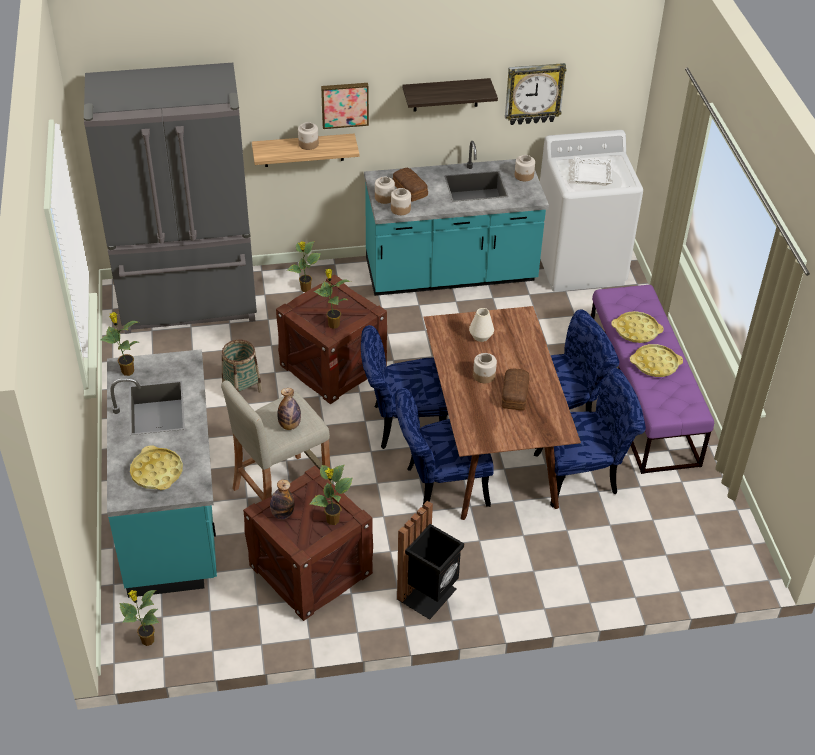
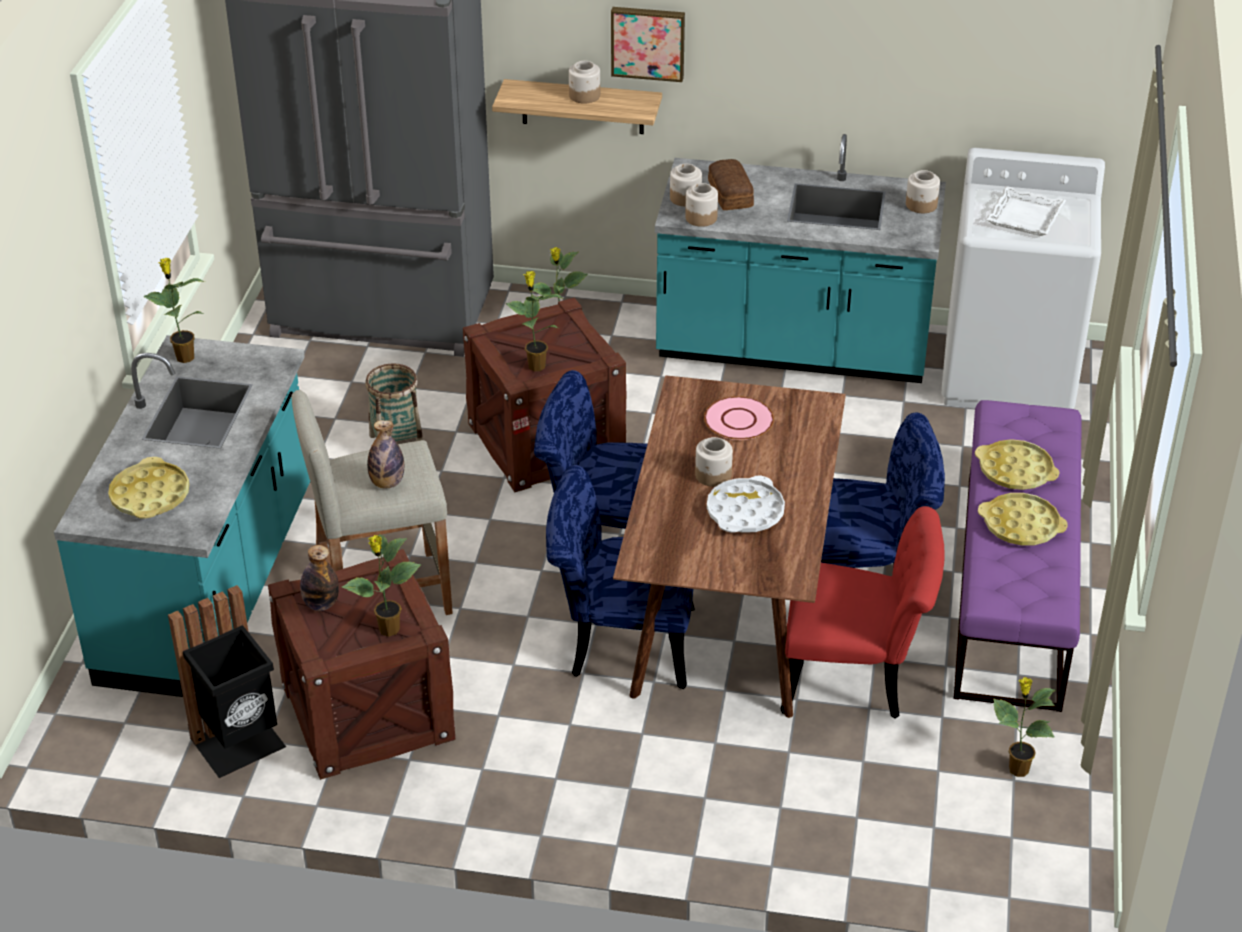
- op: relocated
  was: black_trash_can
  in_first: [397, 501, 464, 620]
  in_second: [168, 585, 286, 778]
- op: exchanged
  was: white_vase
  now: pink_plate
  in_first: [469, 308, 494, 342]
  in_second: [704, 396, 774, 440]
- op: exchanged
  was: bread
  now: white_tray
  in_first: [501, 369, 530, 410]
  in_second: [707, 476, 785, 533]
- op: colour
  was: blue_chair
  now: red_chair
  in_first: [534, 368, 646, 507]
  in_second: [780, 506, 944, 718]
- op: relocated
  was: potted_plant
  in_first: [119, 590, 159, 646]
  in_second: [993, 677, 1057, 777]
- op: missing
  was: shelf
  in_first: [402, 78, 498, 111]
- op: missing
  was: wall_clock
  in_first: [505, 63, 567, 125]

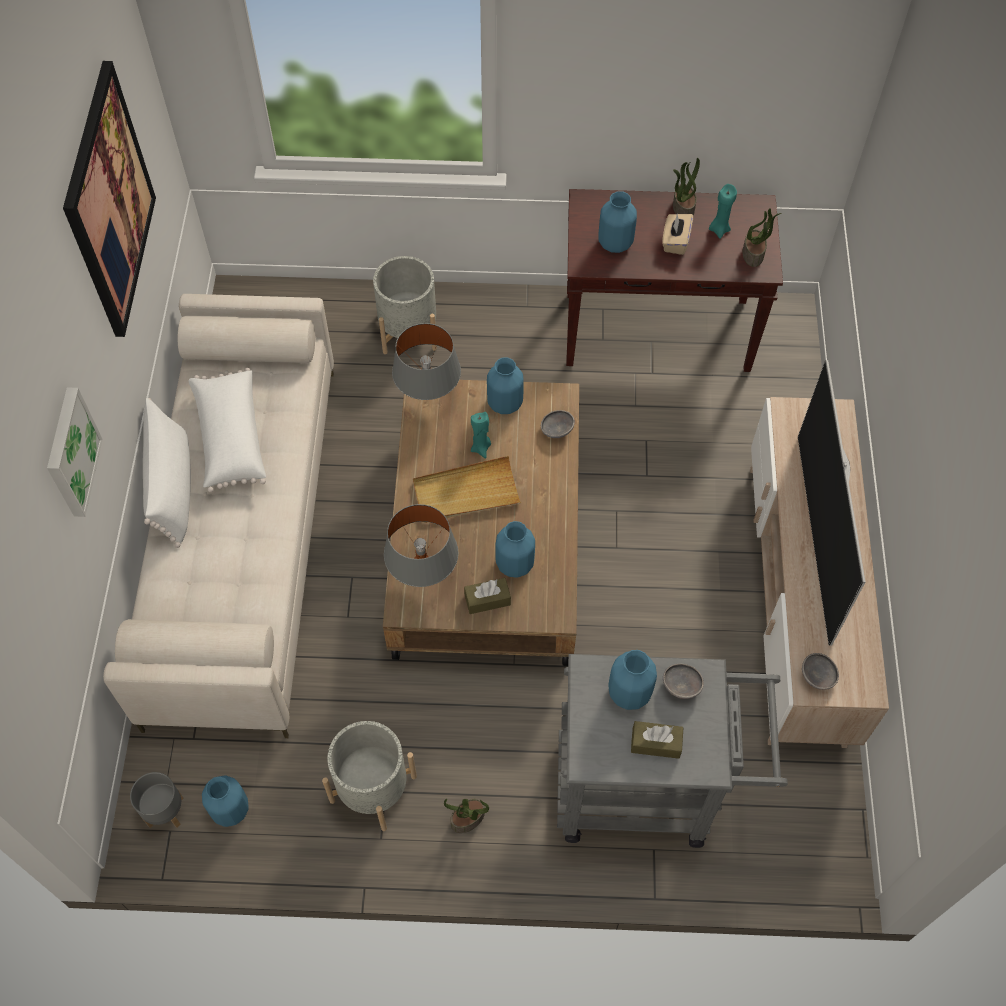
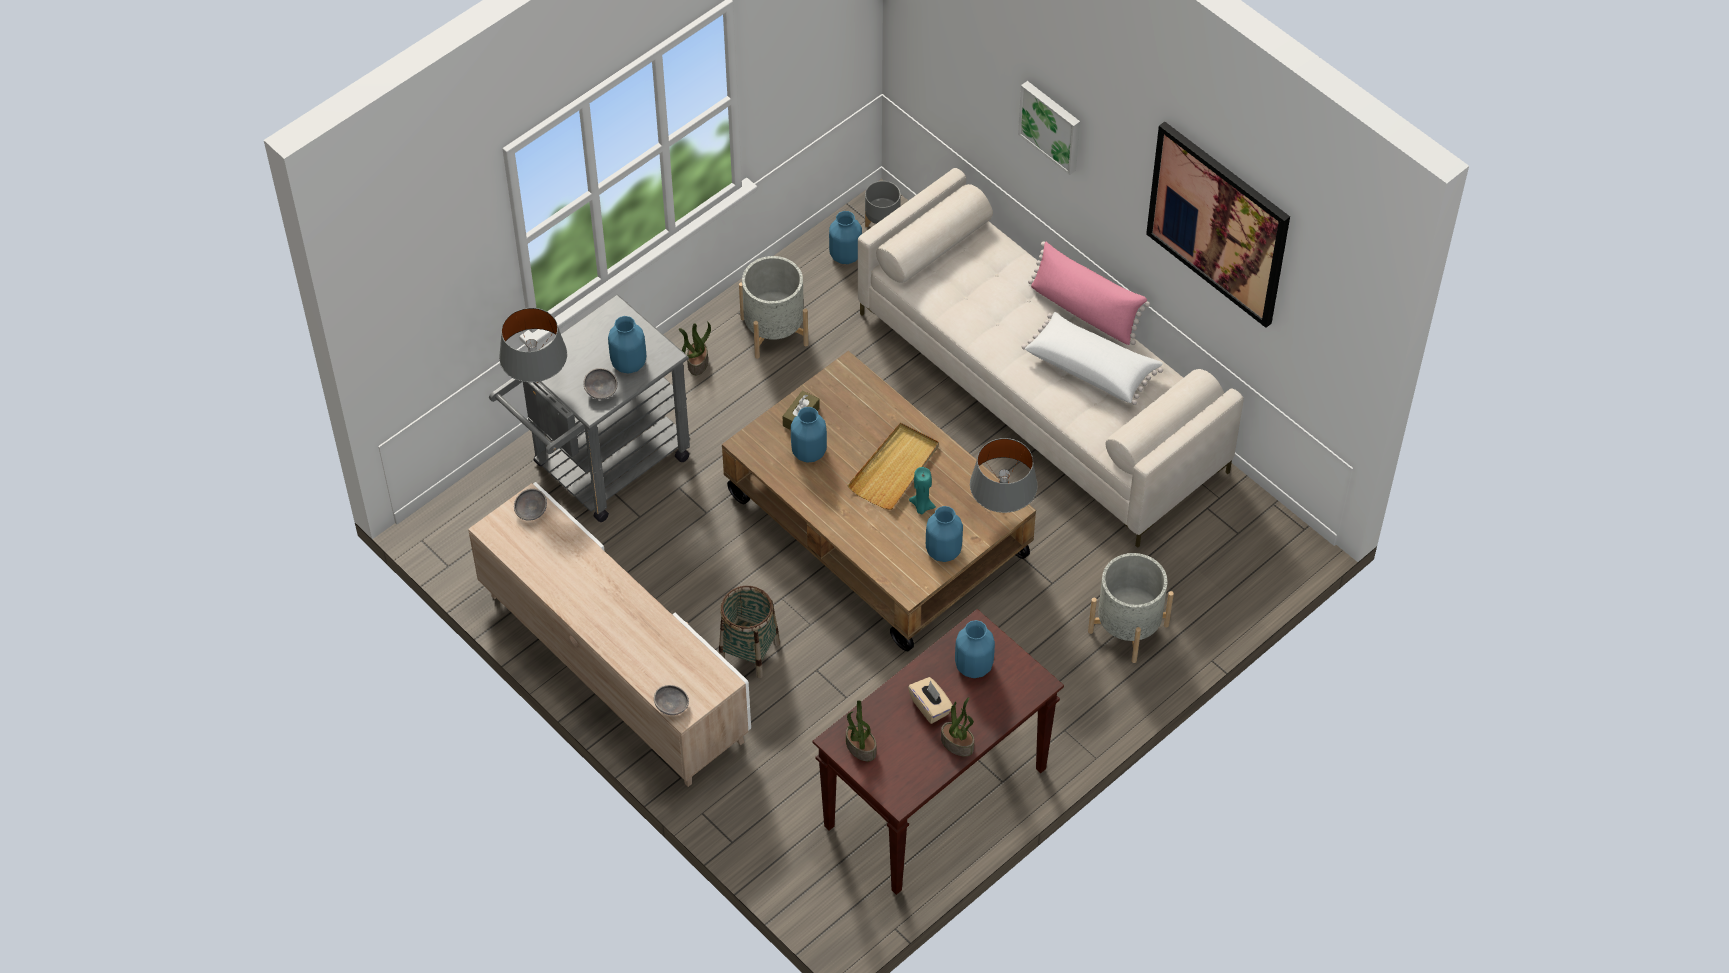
- op: relocated
  was: grey_table_lamp
  in_first: [384, 504, 459, 587]
  in_second: [499, 308, 567, 383]
- op: relocated
  was: grey_bowl
  in_first: [541, 410, 575, 438]
  in_second: [654, 685, 689, 715]
- op: appeared
  now: basket
  in_second: [719, 586, 780, 678]
- op: colour
  was: white_pillow
  now: pink_pillow
  in_first: [143, 398, 191, 548]
  in_second: [1028, 242, 1150, 345]
- op: missing
  was: brown_tissue_box
  in_first: [631, 721, 684, 759]
- op: missing
  was: turquoise_candle
  in_first: [709, 184, 737, 239]
- op: missing
  was: television
  in_first: [798, 360, 865, 646]

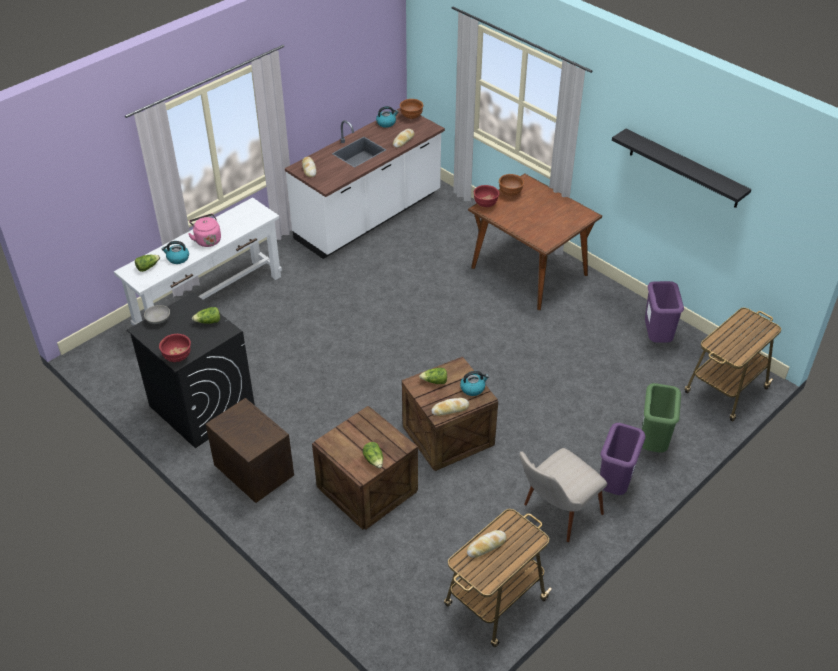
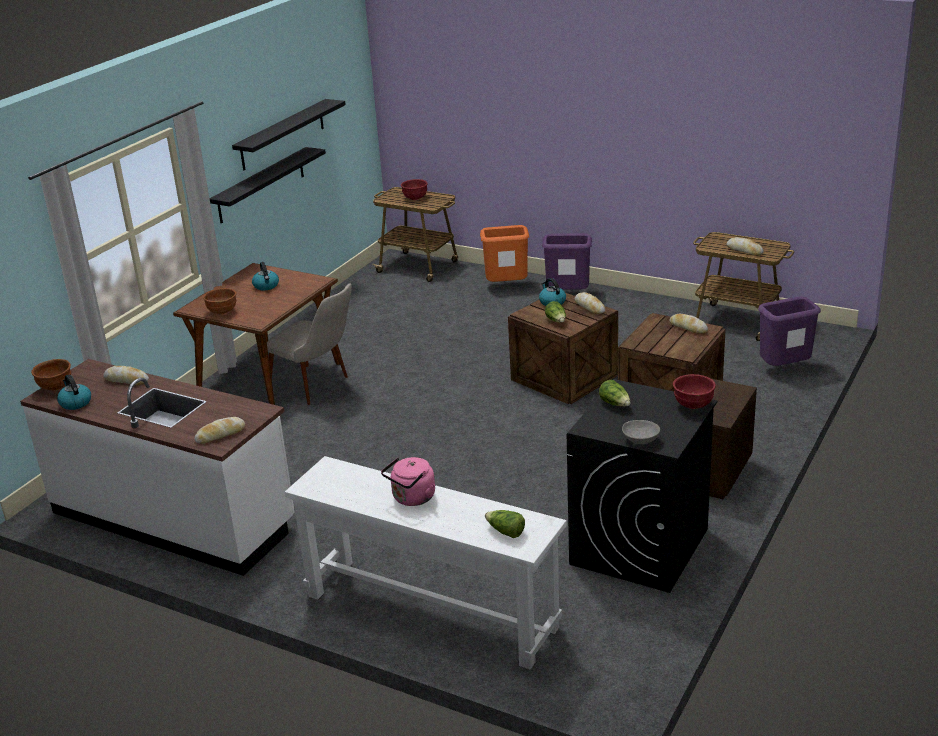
- op: appeared
  now: black_shelf
  in_second: [209, 147, 326, 224]
- op: relocated
  was: kettle
  in_first: [161, 241, 189, 264]
  in_second: [252, 262, 279, 290]
- op: relocated
  was: beige_chair
  in_first: [519, 448, 607, 542]
  in_second: [267, 283, 352, 405]
- op: relocated
  was: red_bowl
  in_first: [474, 185, 499, 207]
  in_second: [401, 179, 428, 200]
- op: colour
  was: green_trash_can
  now: orange_trash_can
  in_first: [642, 383, 681, 453]
  in_second: [480, 225, 530, 282]
- op: exchanged
  was: lettuce
  now: bread
  in_first: [363, 442, 383, 468]
  in_second: [670, 314, 708, 334]
- op: relocated
  was: purple_trash_can
  in_first: [645, 281, 684, 343]
  in_second: [758, 296, 821, 366]

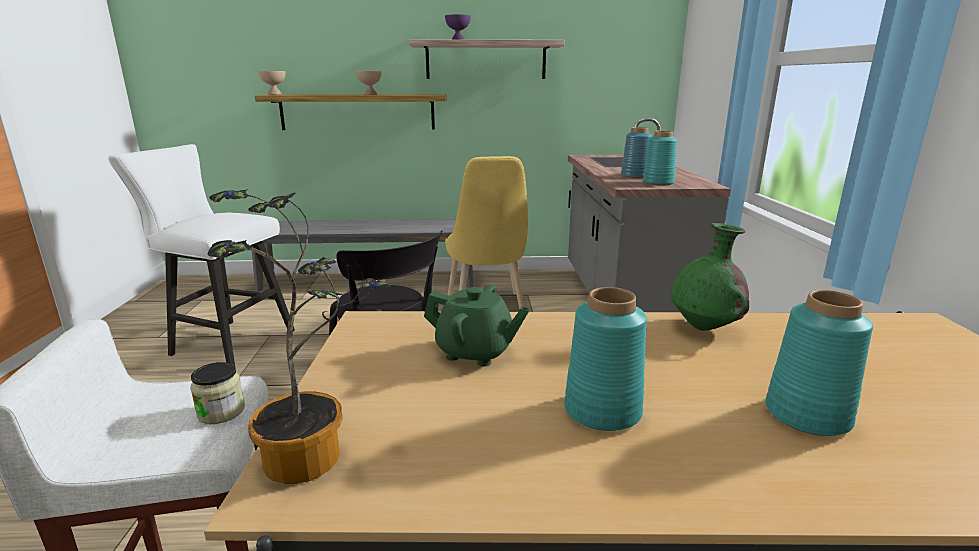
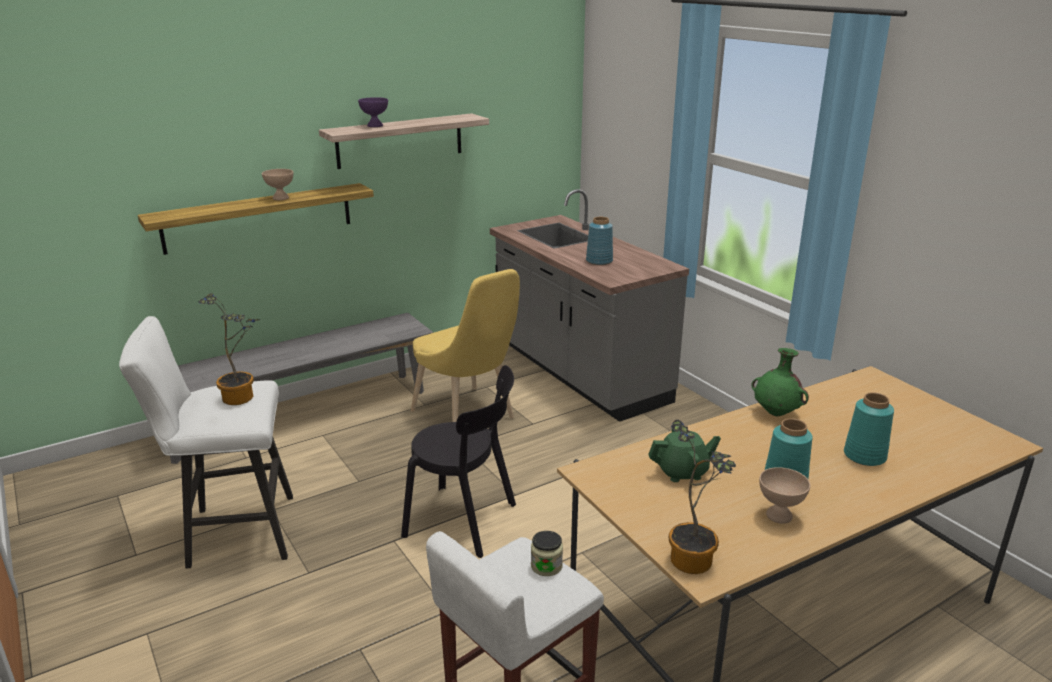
- op: appeared
  now: potted_plant
  in_second: [199, 293, 260, 405]
- op: relocated
  was: beige_bowl
  in_first: [258, 71, 285, 95]
  in_second: [759, 467, 810, 524]
- op: missing
  was: turquoise_vase
  in_first: [643, 131, 677, 186]

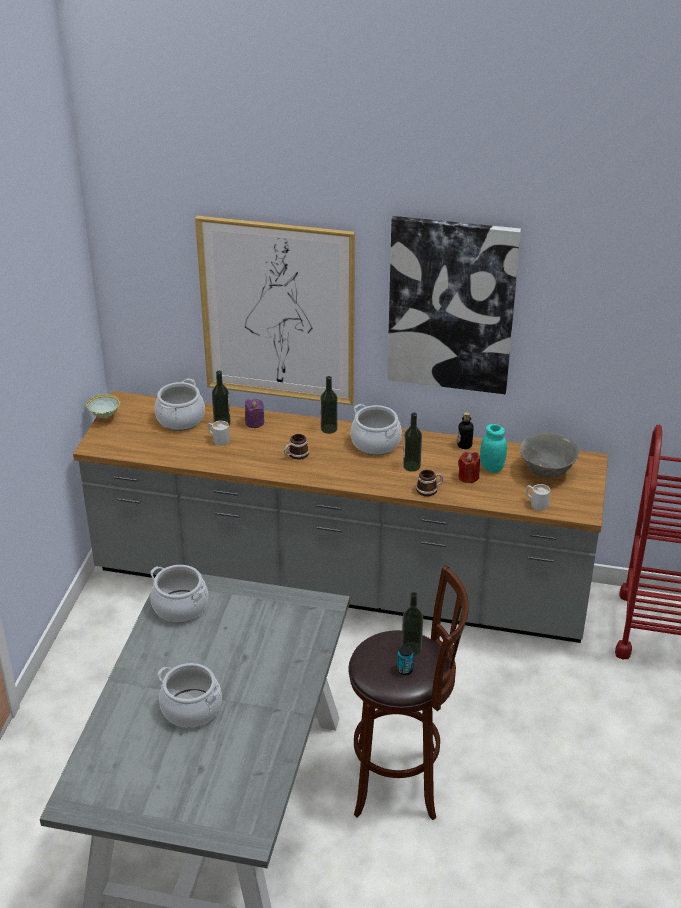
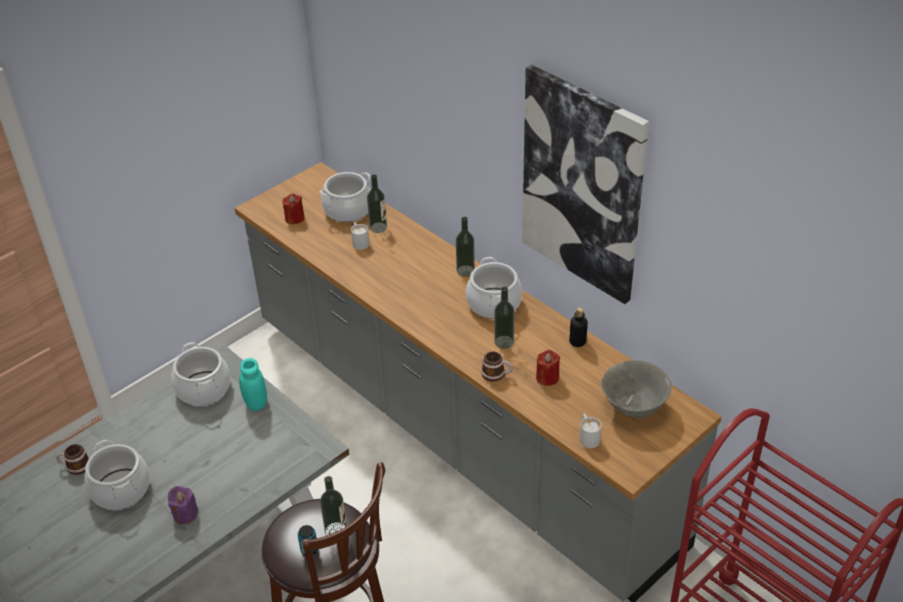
- op: relocated
  was: mug
  in_first: [284, 434, 309, 460]
  in_second: [55, 444, 90, 475]
- op: relocated
  was: purple_candle
  in_first: [245, 398, 264, 428]
  in_second: [168, 486, 198, 524]
- op: relocated
  was: turquoise_jar
  in_first: [480, 424, 507, 473]
  in_second: [239, 358, 267, 411]
- op: appeared
  now: red_candle
  in_second: [282, 194, 305, 224]
- op: missing
  was: bowl
  in_first: [86, 394, 120, 418]
- op: missing
  was: picture
  in_first: [195, 216, 355, 405]

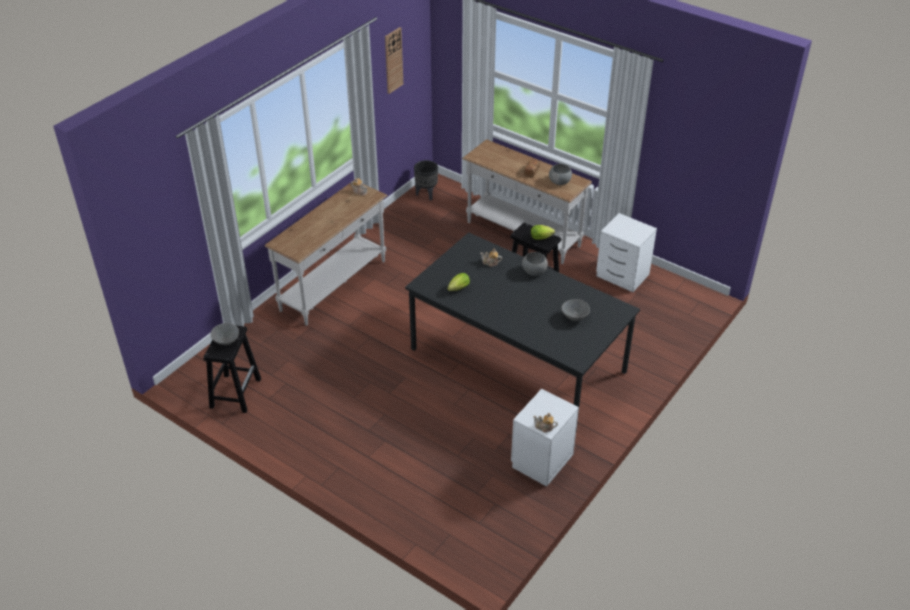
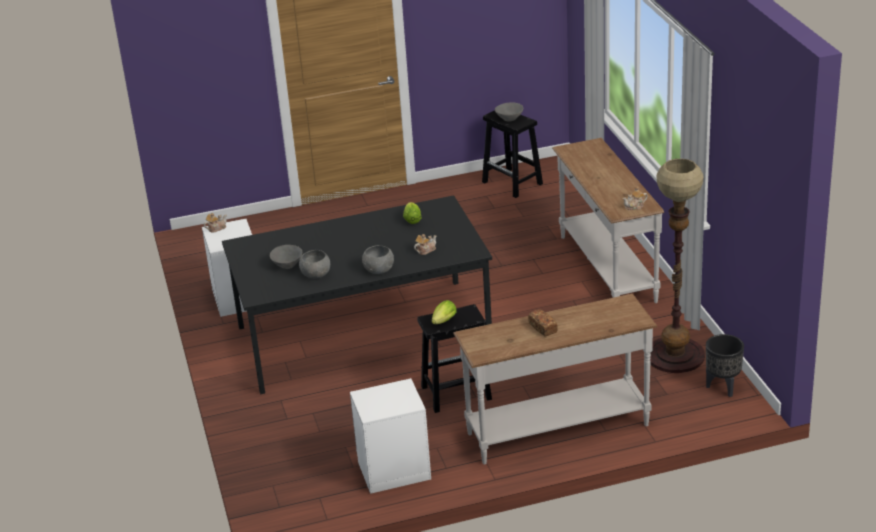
- op: relocated
  was: grey_bowl
  in_first: [549, 164, 572, 185]
  in_second: [299, 250, 330, 278]
- op: appeared
  now: floor_lamp
  in_second: [650, 159, 705, 373]
- op: missing
  was: wall_clock
  in_first: [385, 27, 403, 94]

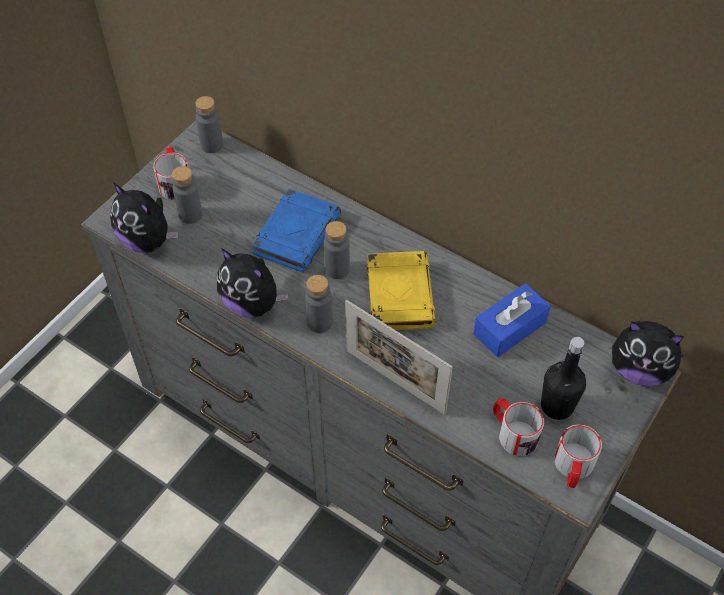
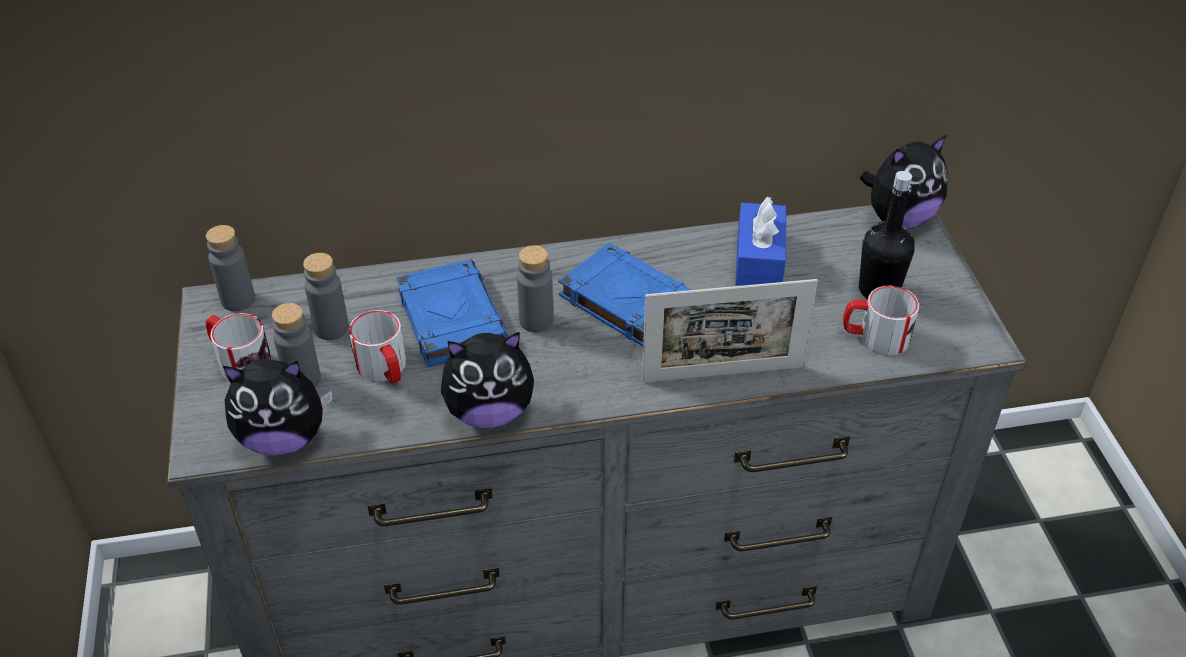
- op: relocated
  was: grey_bottle
  in_first: [305, 275, 333, 333]
  in_second: [303, 253, 349, 340]
- op: relocated
  was: mug
  in_first: [554, 424, 602, 488]
  in_second: [349, 310, 406, 383]
- op: colour
  was: yellow_book
  now: blue_book
  in_first: [367, 251, 436, 330]
  in_second: [558, 243, 692, 347]

